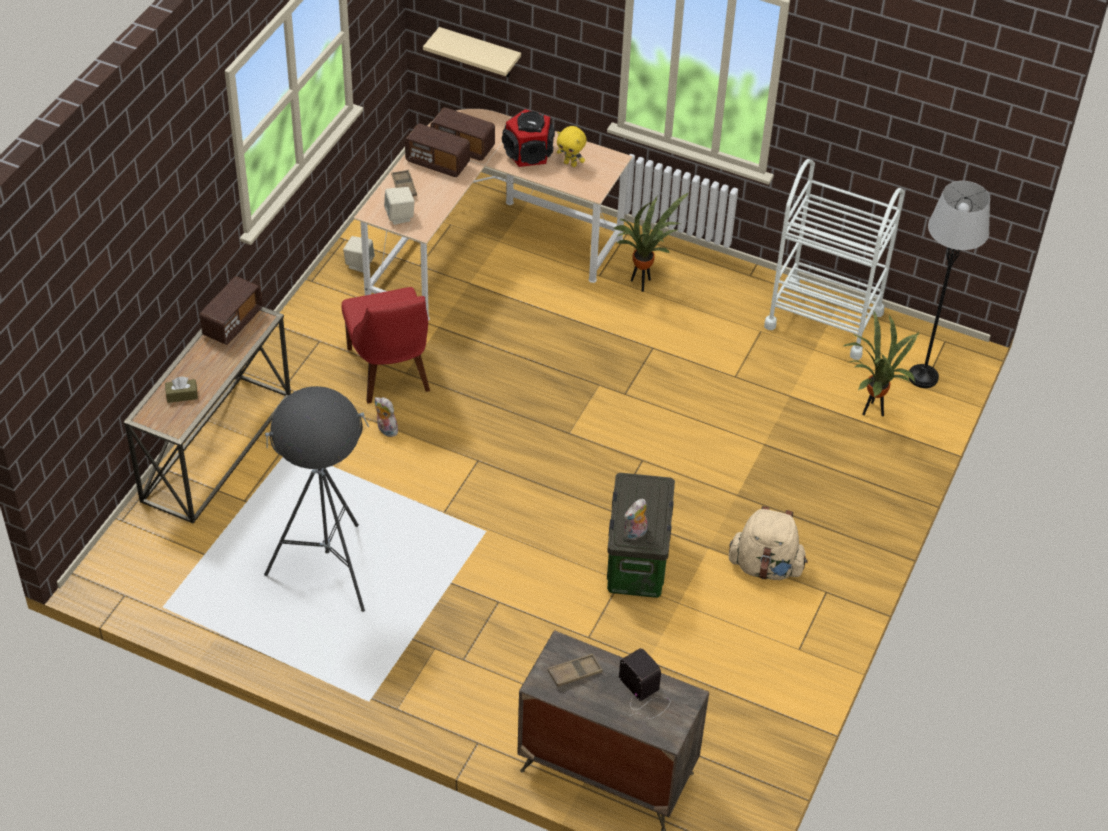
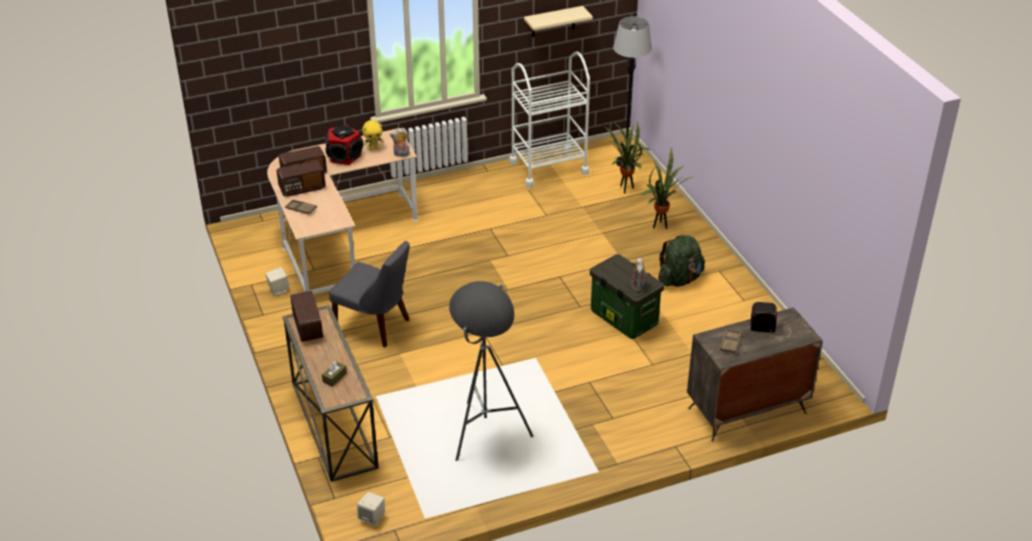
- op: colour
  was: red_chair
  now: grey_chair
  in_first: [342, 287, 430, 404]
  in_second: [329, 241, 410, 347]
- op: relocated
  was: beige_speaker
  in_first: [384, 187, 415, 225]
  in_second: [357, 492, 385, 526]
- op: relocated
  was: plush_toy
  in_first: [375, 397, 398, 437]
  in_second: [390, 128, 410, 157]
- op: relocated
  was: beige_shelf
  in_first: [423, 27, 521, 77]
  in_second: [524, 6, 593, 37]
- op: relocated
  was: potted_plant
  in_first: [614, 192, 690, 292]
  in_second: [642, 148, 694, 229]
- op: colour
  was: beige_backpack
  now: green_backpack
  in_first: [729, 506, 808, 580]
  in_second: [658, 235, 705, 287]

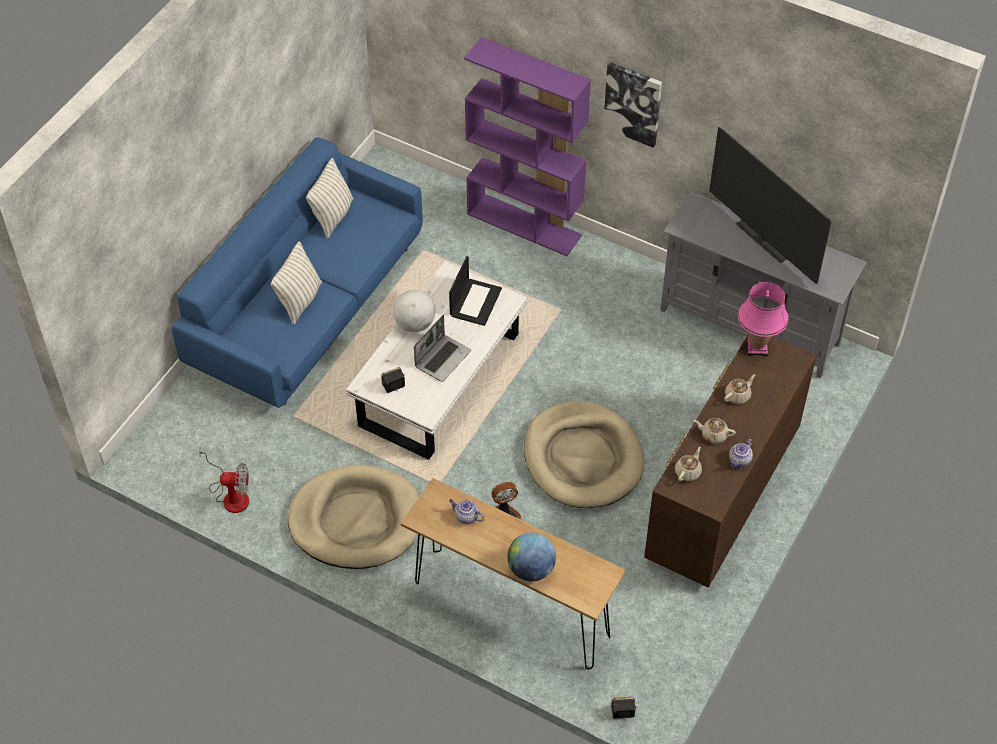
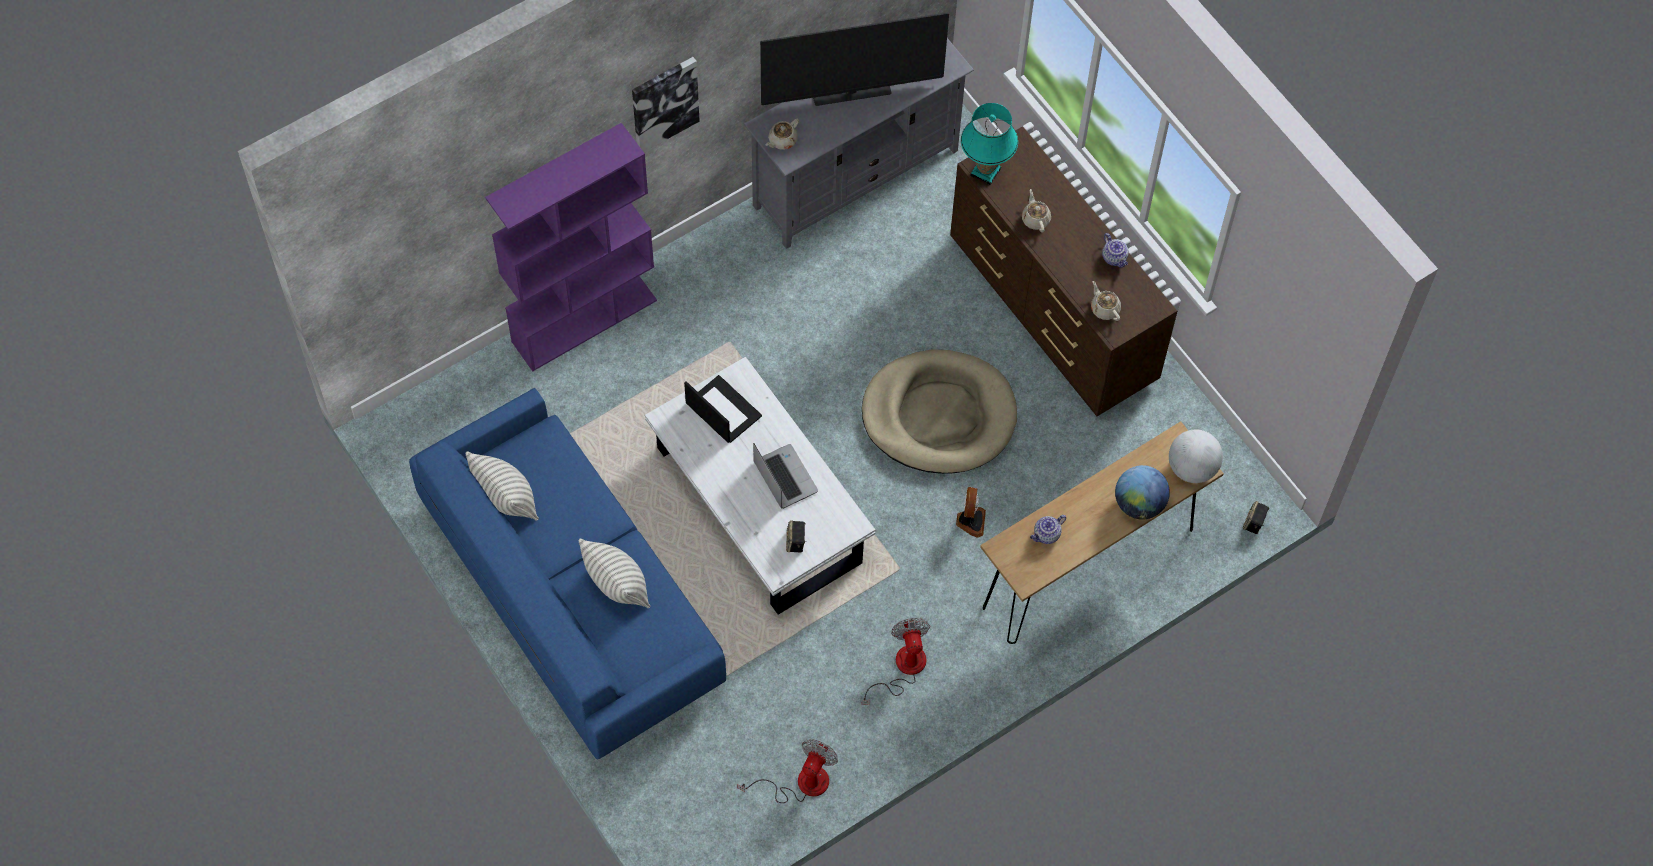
- op: relocated
  was: beige_teapot
  in_first: [694, 418, 736, 444]
  in_second: [766, 118, 799, 150]
- op: exchanged
  was: beige_dog_bed
  now: fan
  in_first: [288, 465, 420, 569]
  in_second: [862, 618, 930, 705]
- op: colour
  was: pink_table_lamp
  now: turquoise_table_lamp
  in_first: [738, 282, 789, 356]
  in_second: [961, 103, 1018, 185]
- op: relocated
  was: globe
  in_first: [393, 290, 435, 332]
  in_second: [1169, 429, 1223, 483]

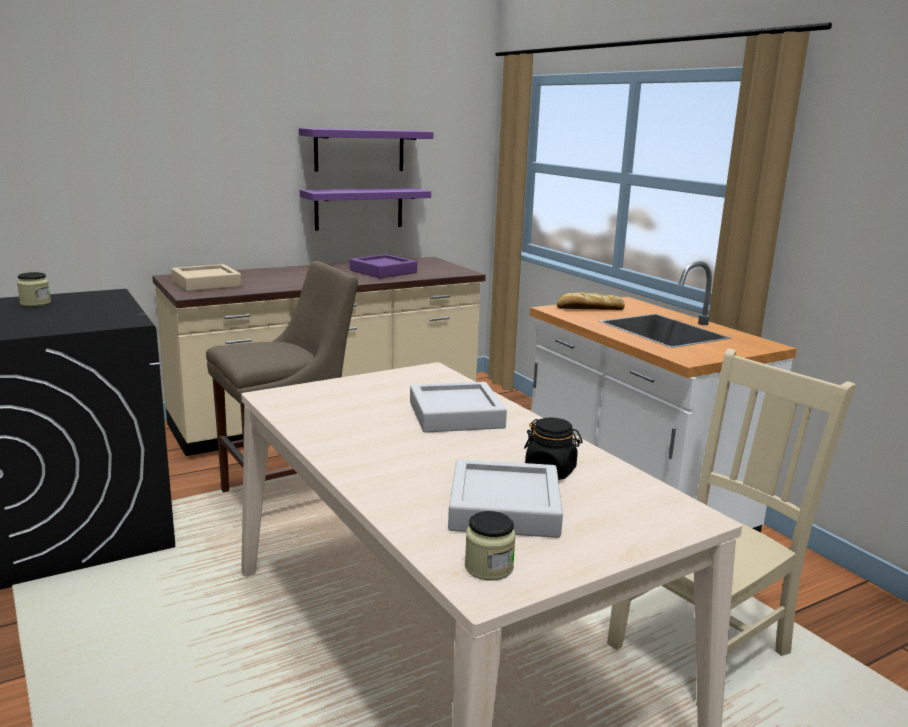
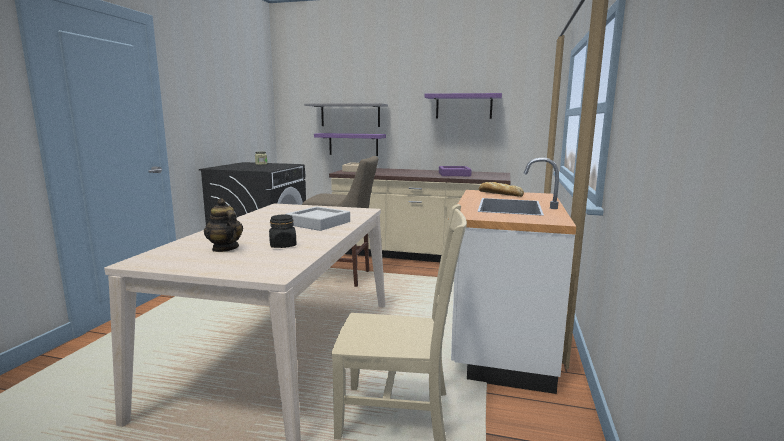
- op: exchanged
  was: grey_tray
  now: teapot
  in_first: [448, 459, 563, 538]
  in_second: [204, 198, 243, 252]
- op: appeared
  now: grey_shelf
  in_second: [304, 103, 388, 127]
- op: relocated
  was: purple_shelf
  in_first: [300, 188, 431, 231]
  in_second: [314, 133, 386, 156]
- op: missing
  was: jar
  in_first: [465, 511, 516, 581]

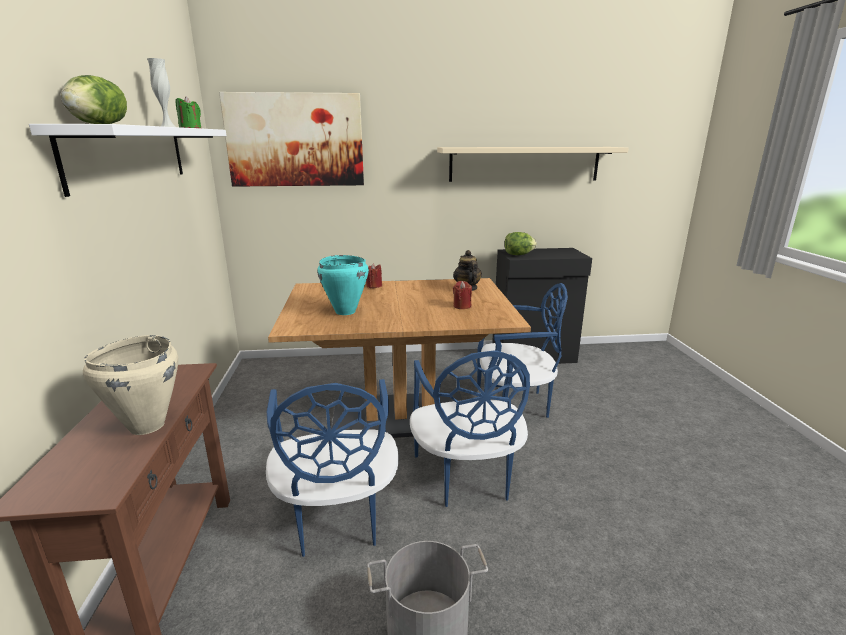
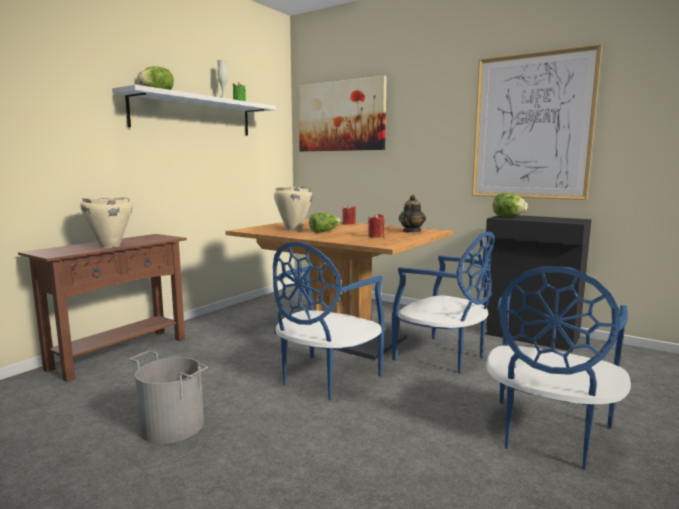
- op: colour
  was: turquoise_cooking_pot
  now: beige_cooking_pot
  in_first: [317, 255, 369, 315]
  in_second: [274, 187, 312, 230]
- op: appeared
  now: lettuce
  in_second: [309, 213, 341, 233]
- op: exchanged
  was: beige_shelf
  now: picture
  in_first: [437, 147, 628, 182]
  in_second: [472, 44, 602, 200]
- op: relocated
  was: blue_chair
  in_first: [266, 379, 399, 557]
  in_second: [486, 266, 631, 469]

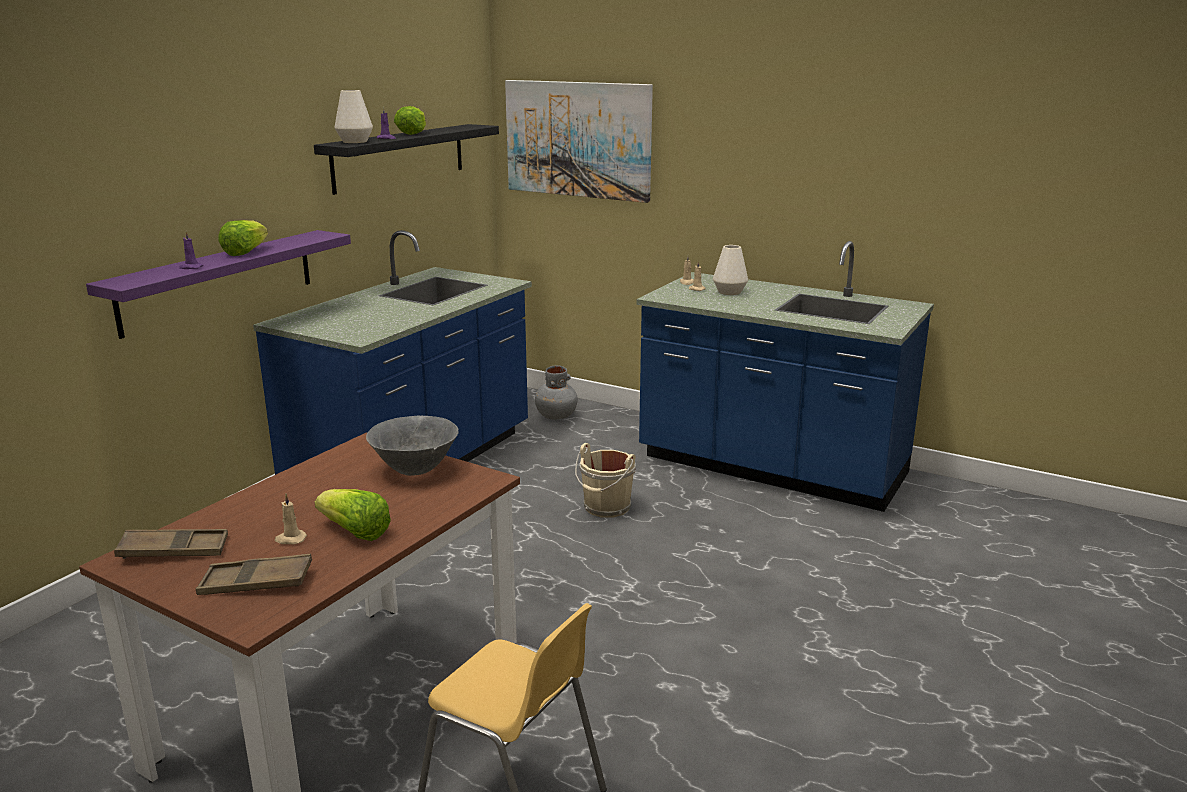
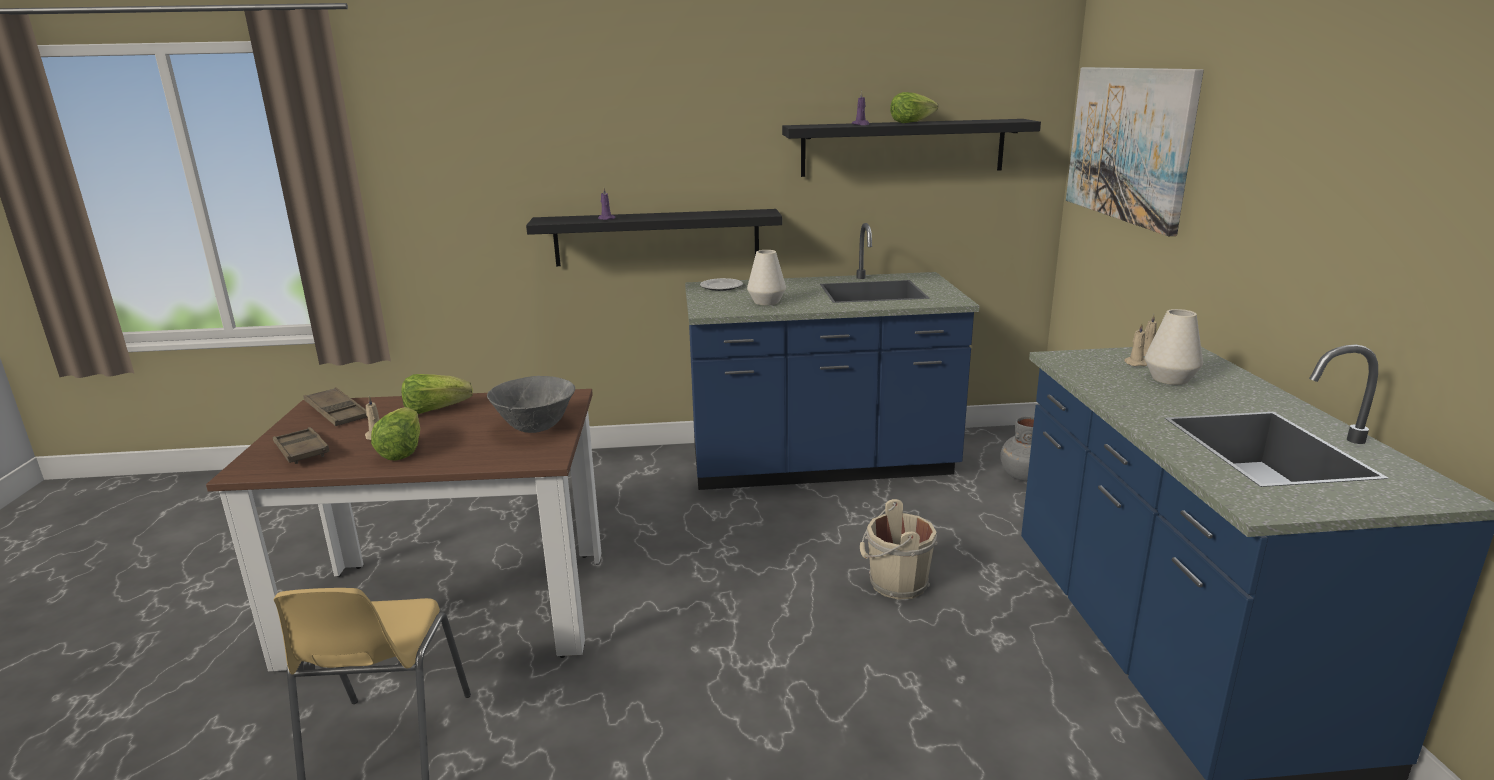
- op: relocated
  was: lettuce
  in_first: [219, 220, 268, 256]
  in_second: [402, 374, 473, 414]
- op: colour
  was: purple_shelf
  now: black_shelf
  in_first: [86, 230, 351, 339]
  in_second: [526, 209, 782, 266]
- op: appeared
  now: plate
  in_second: [700, 278, 743, 291]
- op: relocated
  was: white_vase
  in_first: [334, 90, 373, 143]
  in_second: [747, 250, 786, 306]

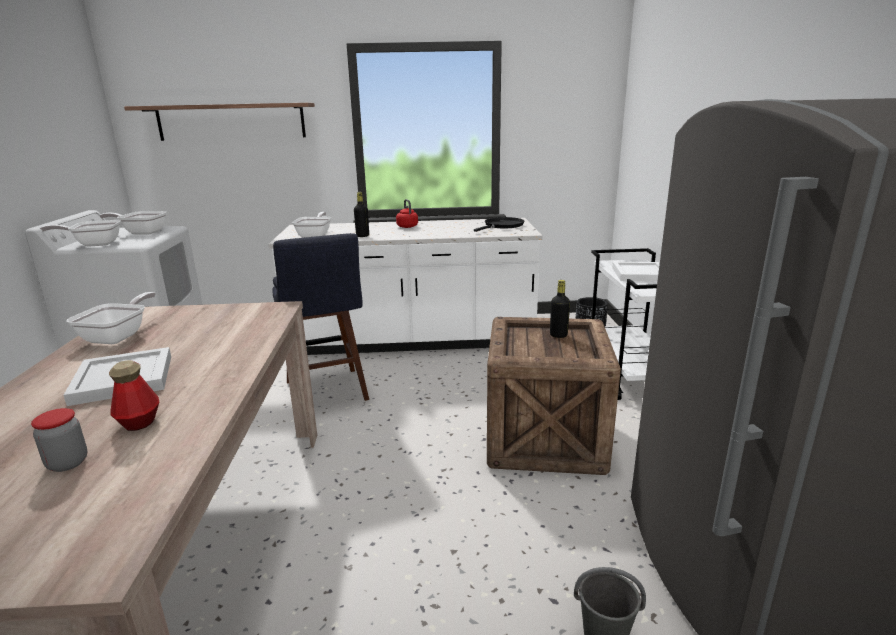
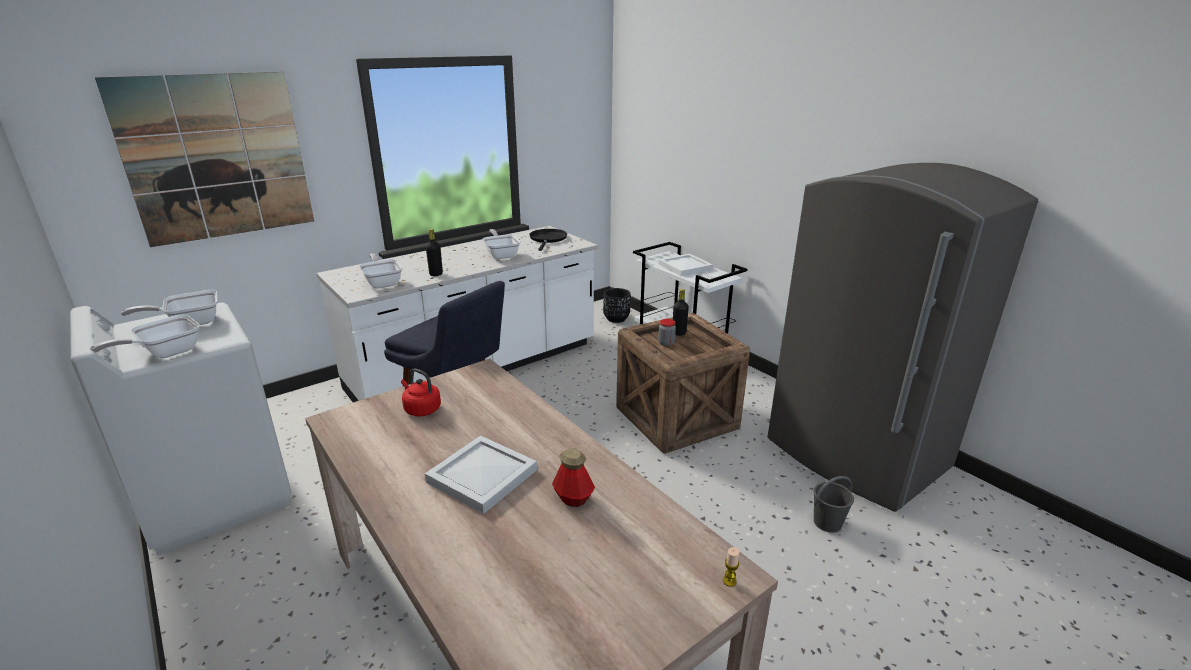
- op: exchanged
  was: shelf
  now: picture
  in_first: [124, 103, 315, 141]
  in_second: [95, 72, 314, 247]
- op: relocated
  was: red_kettle
  in_first: [396, 199, 418, 228]
  in_second: [401, 369, 441, 417]
- op: relocated
  was: frying_pan
  in_first: [66, 292, 156, 344]
  in_second: [483, 229, 521, 259]
- op: relocated
  was: jar
  in_first: [31, 408, 88, 472]
  in_second: [658, 319, 676, 346]
- op: appeared
  now: candle
  in_second: [723, 547, 739, 587]

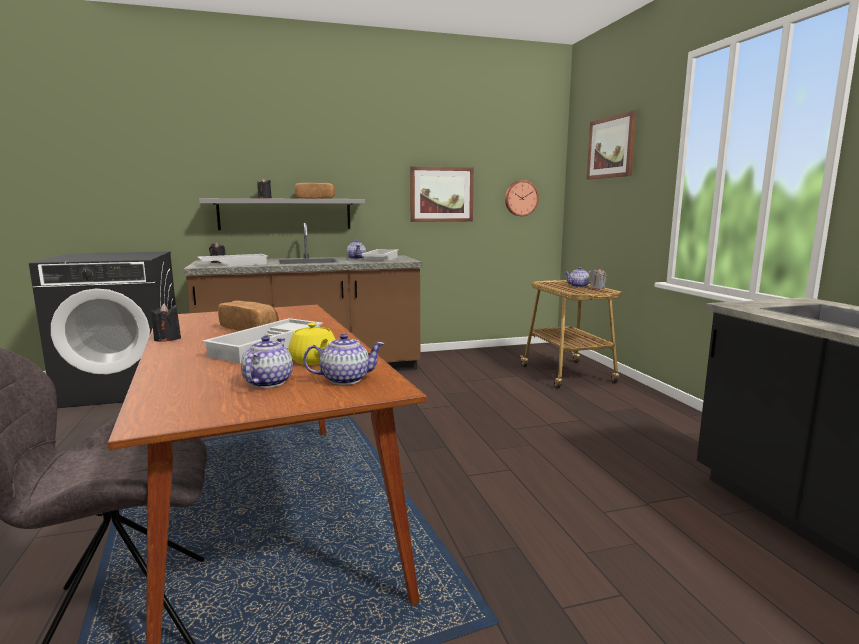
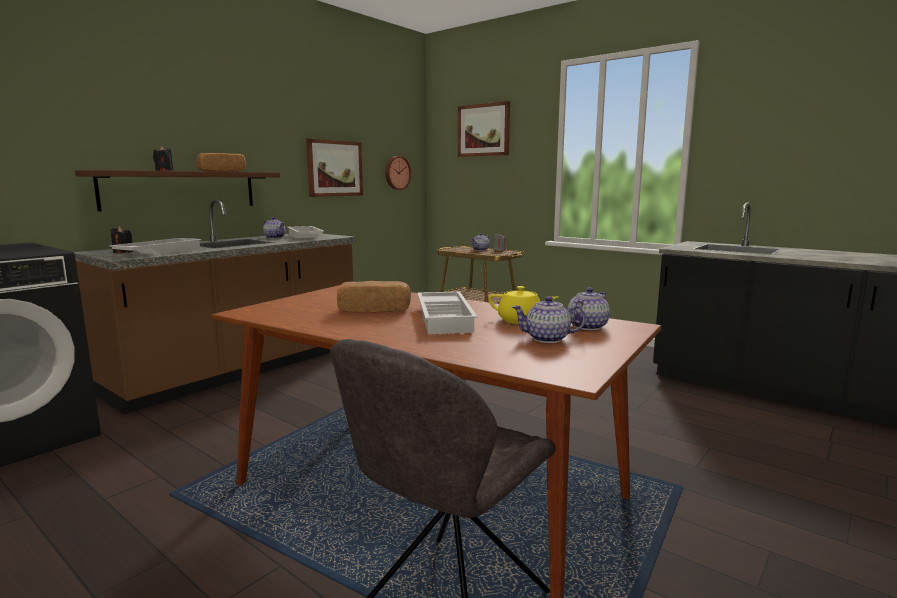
- op: colour
  was: grey_shelf
  now: brown_shelf
  in_first: [199, 198, 365, 230]
  in_second: [75, 170, 280, 211]
- op: spun
  was: teapot
  in_first: [241, 336, 293, 388]
  in_second: [512, 296, 586, 343]
  clockwise: -60
- op: missing
  was: black_candle
  in_first: [151, 303, 181, 342]

